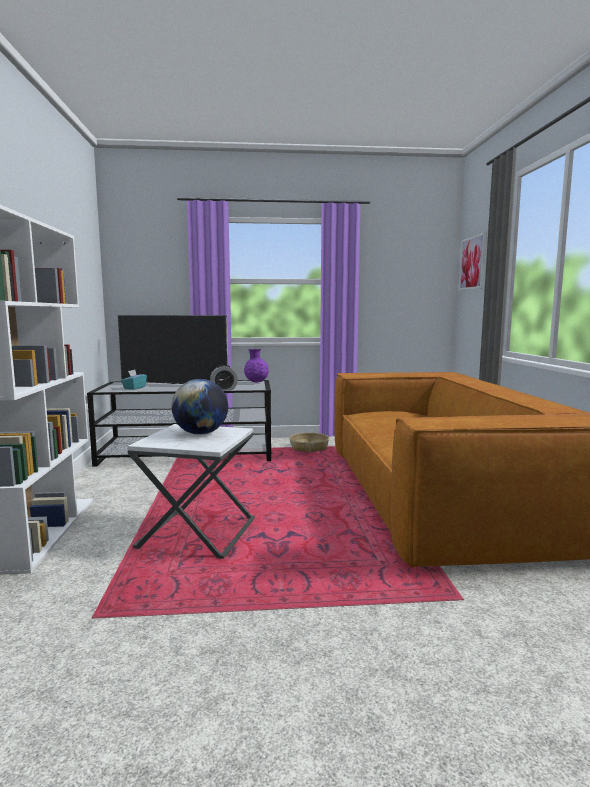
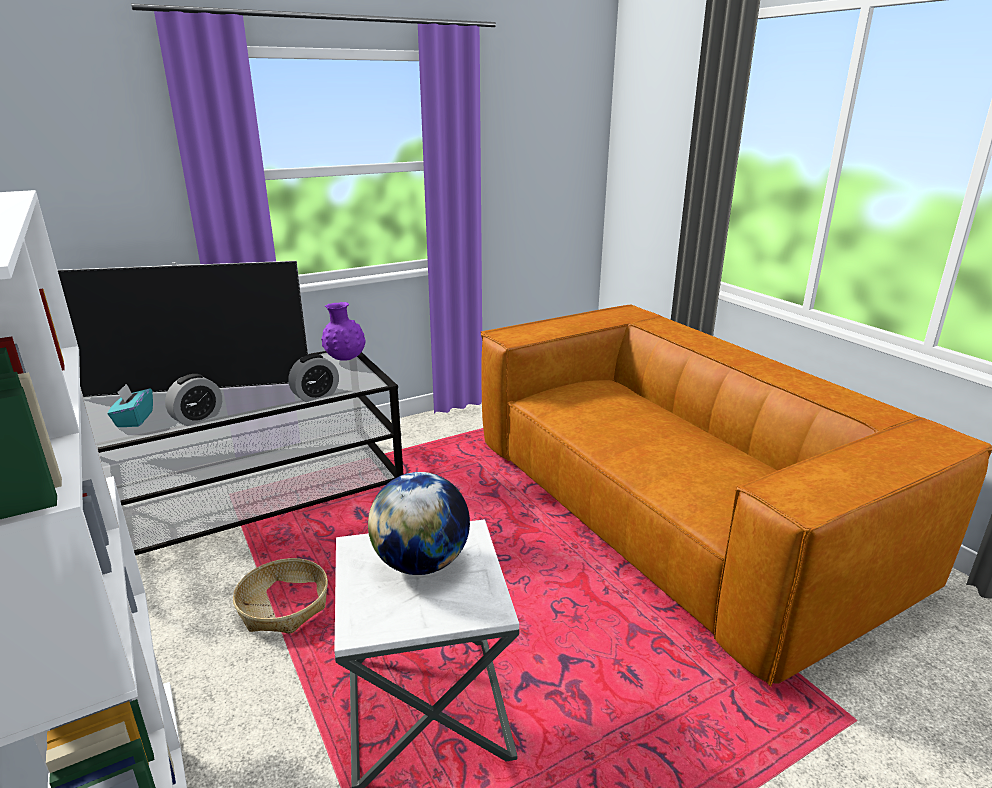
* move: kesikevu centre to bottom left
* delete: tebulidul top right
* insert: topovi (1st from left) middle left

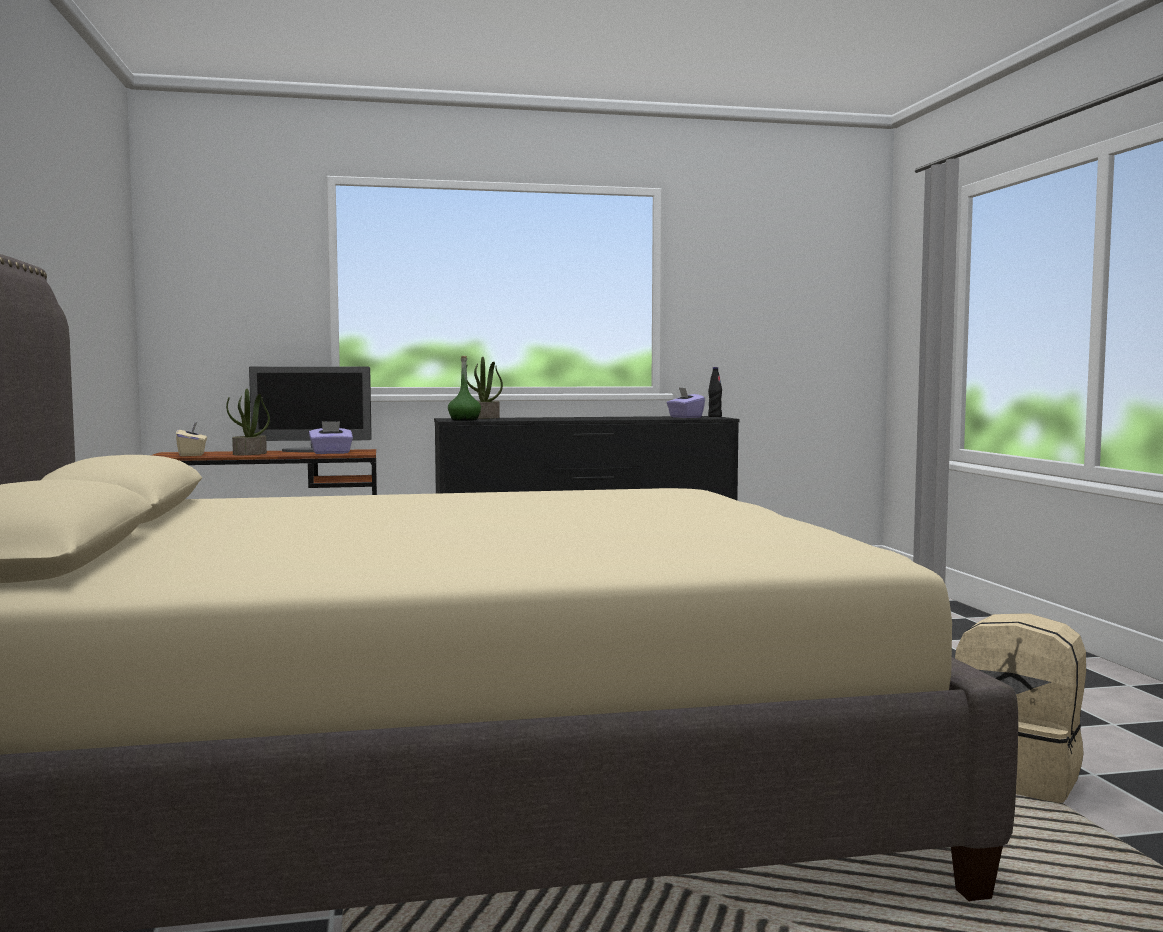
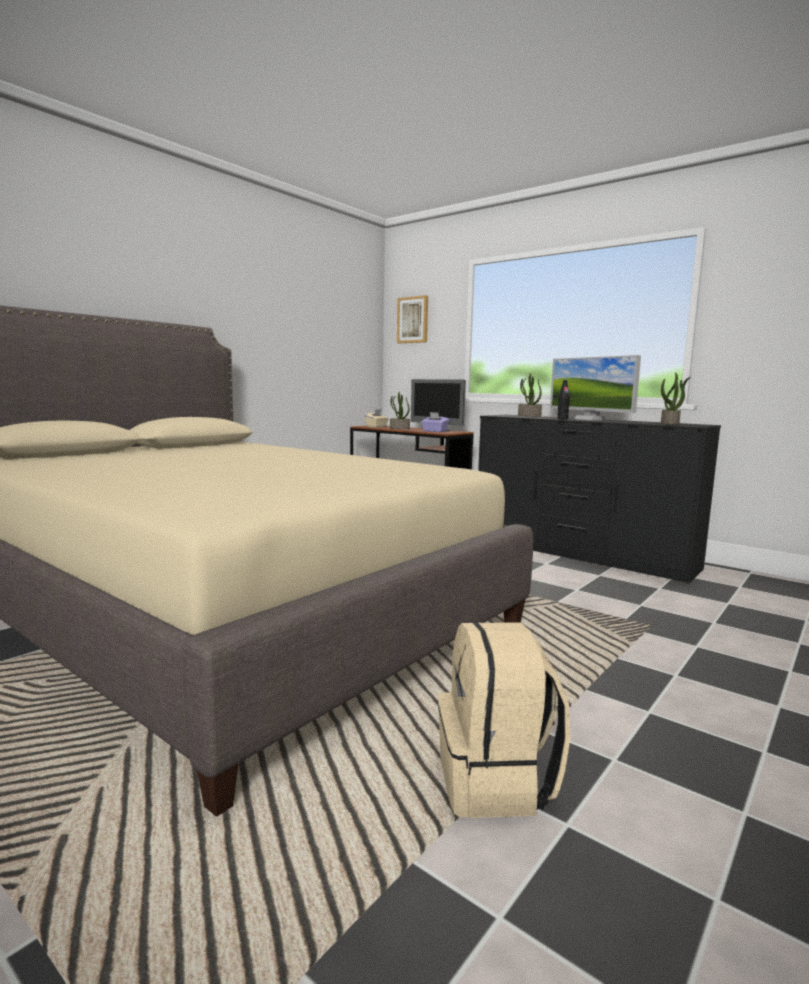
* delete: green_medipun centre
* replace: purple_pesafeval (2nd from left) centre to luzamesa (3rd from left) middle right
* move: black_medipun centre to middle right
* insert: tebulidul top centre
* insert: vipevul (2nd from left) middle right

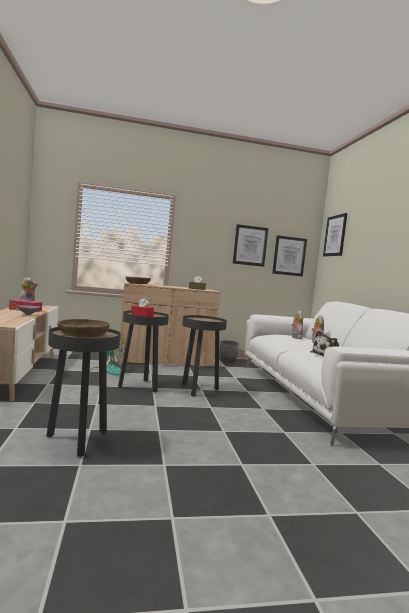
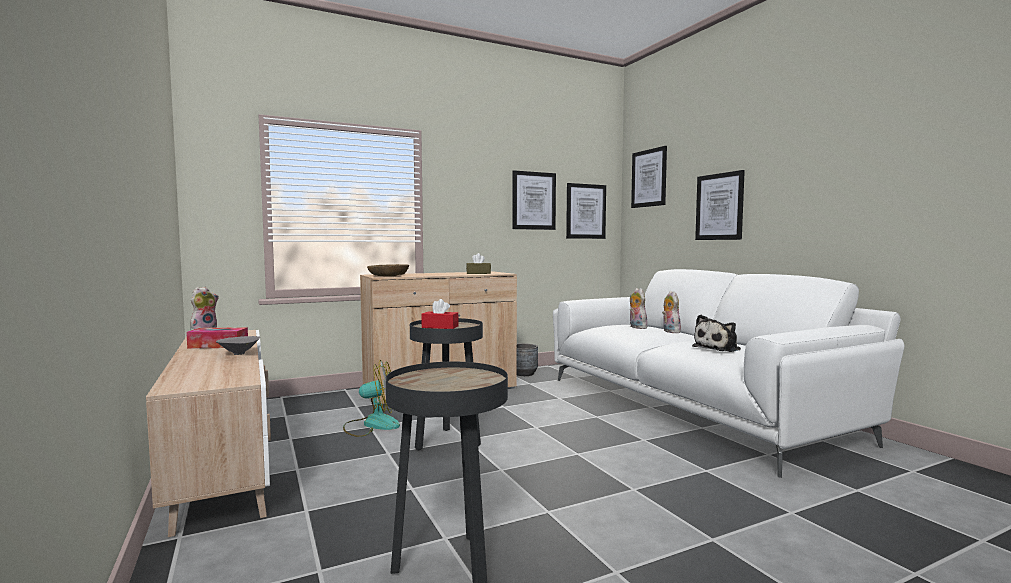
* delete: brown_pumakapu (1st from left) middle left
* delete: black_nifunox (3rd from left) centre
* insert: tebulidul (4th from left) middle right

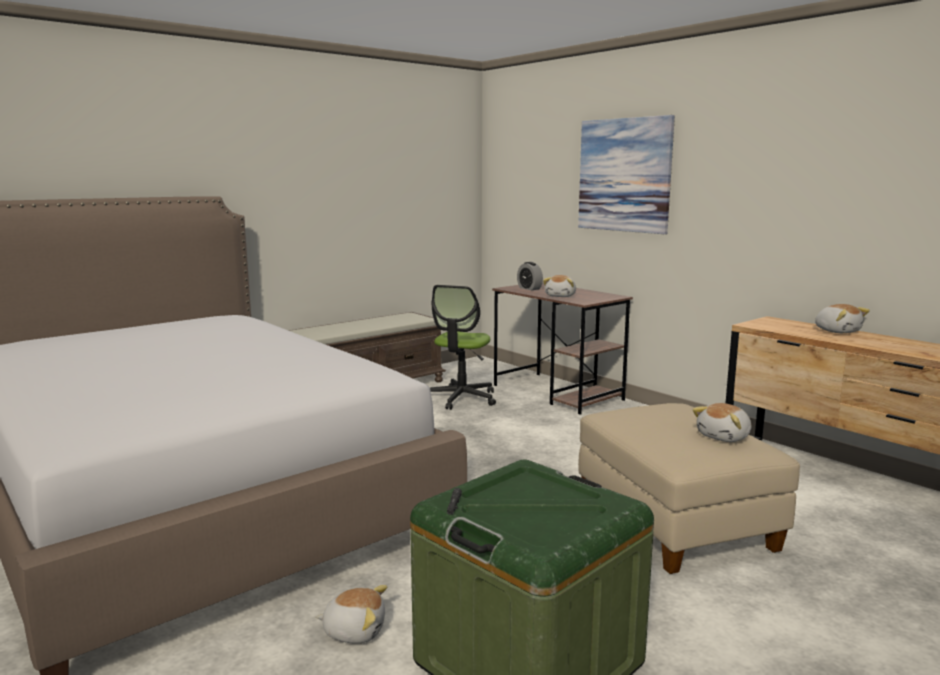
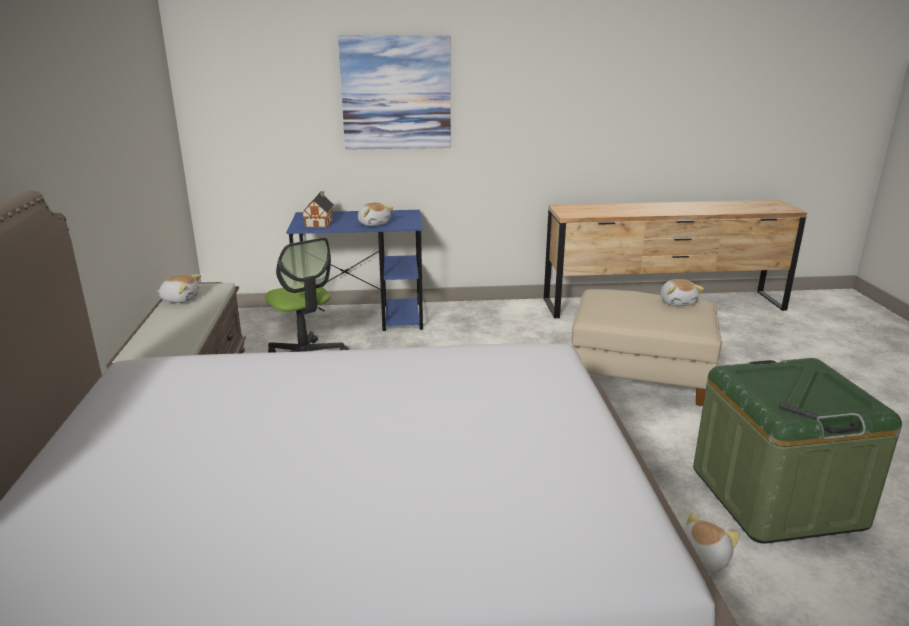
* recolor: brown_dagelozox centre to blue_dagelozox centre
* replace: topovi centre to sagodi centre
* move: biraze (4th from left in the first image) middle right to biraze (1st from left) middle left

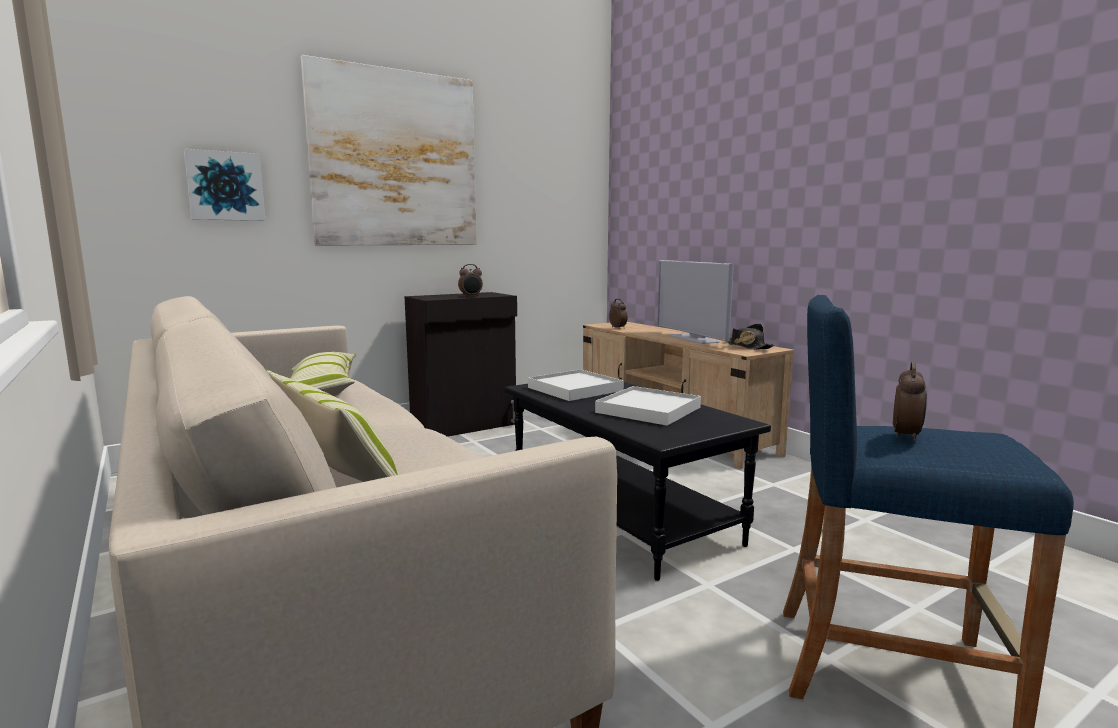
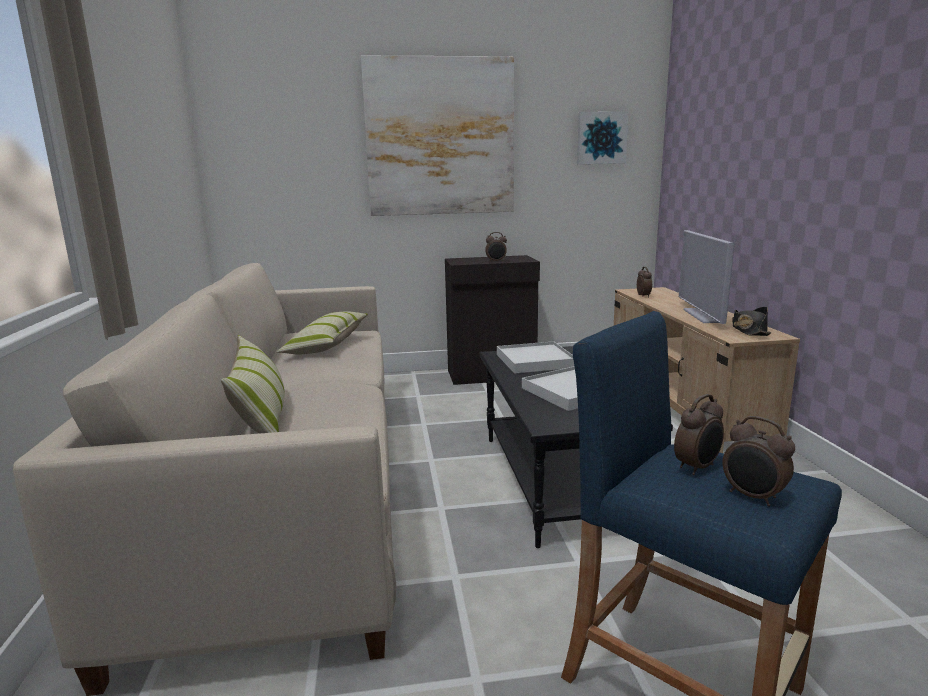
* move: tebulidul (1st from left in the first image) top left to tebulidul (2nd from left) top centre
* insert: topovi (4th from left) middle right

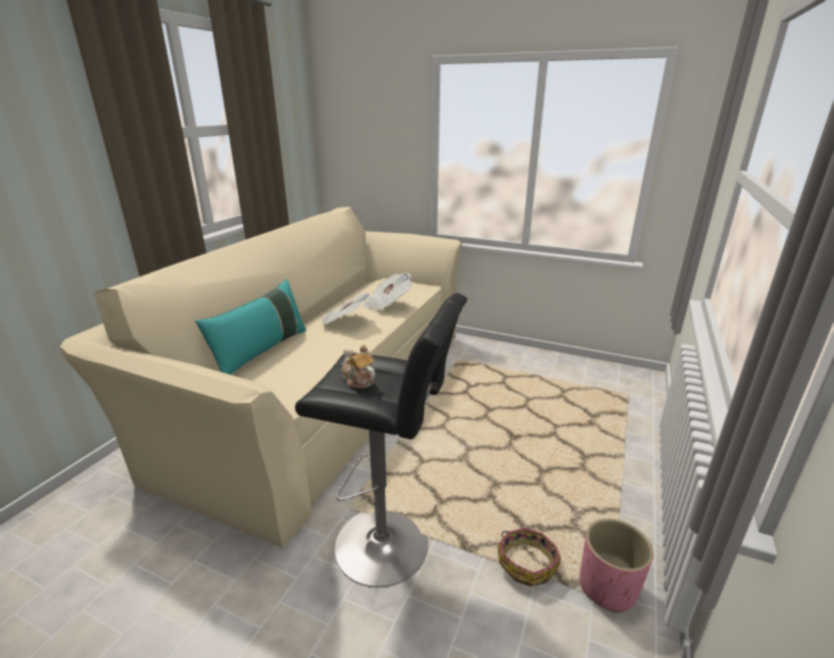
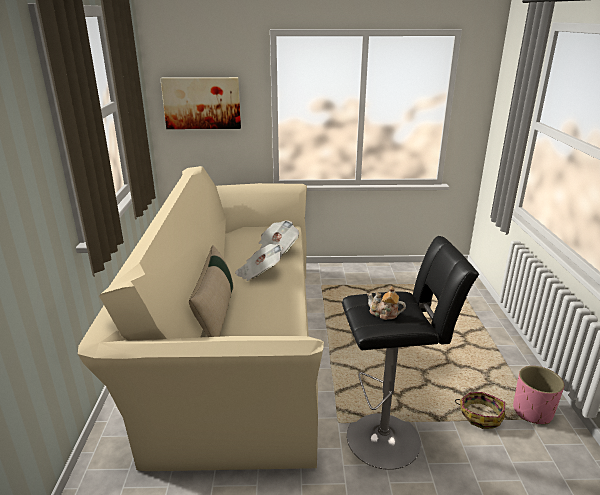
* recolor: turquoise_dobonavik middle left to beige_dobonavik centre
* insert: tebulidul top centre

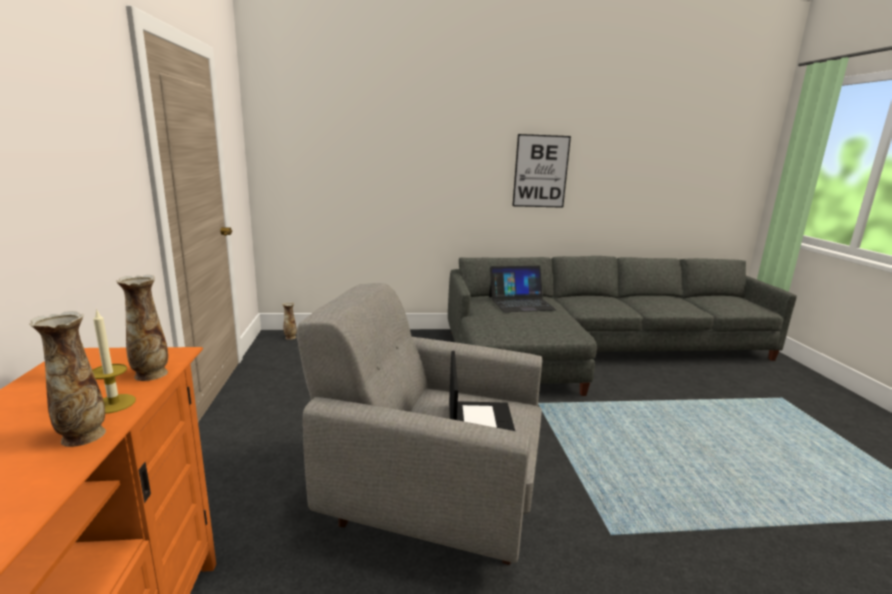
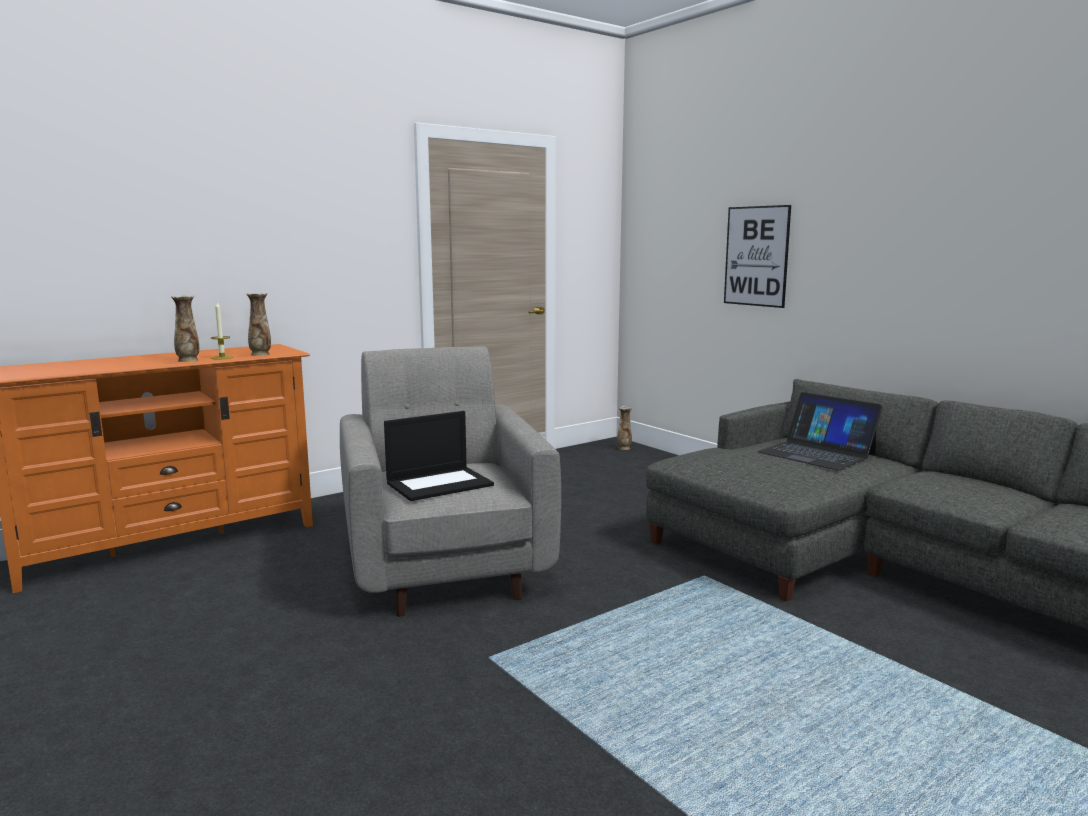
* move: tebulidul top centre to top right

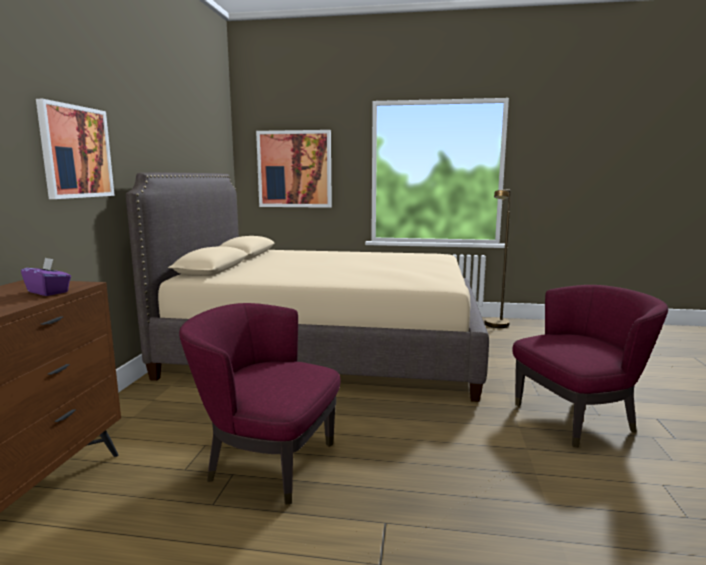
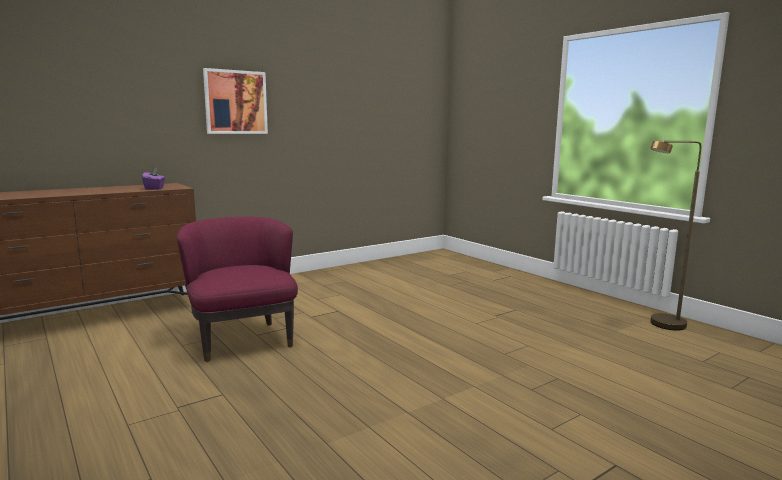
* delete: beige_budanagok centre
* delete: tebulidul (2nd from left) top centre
* delete: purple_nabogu (2nd from left) middle right

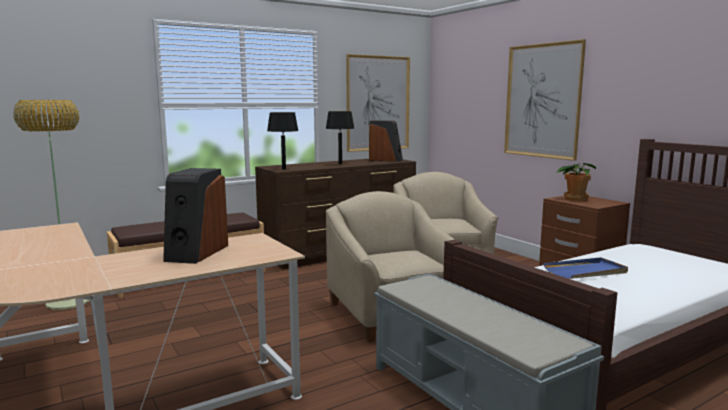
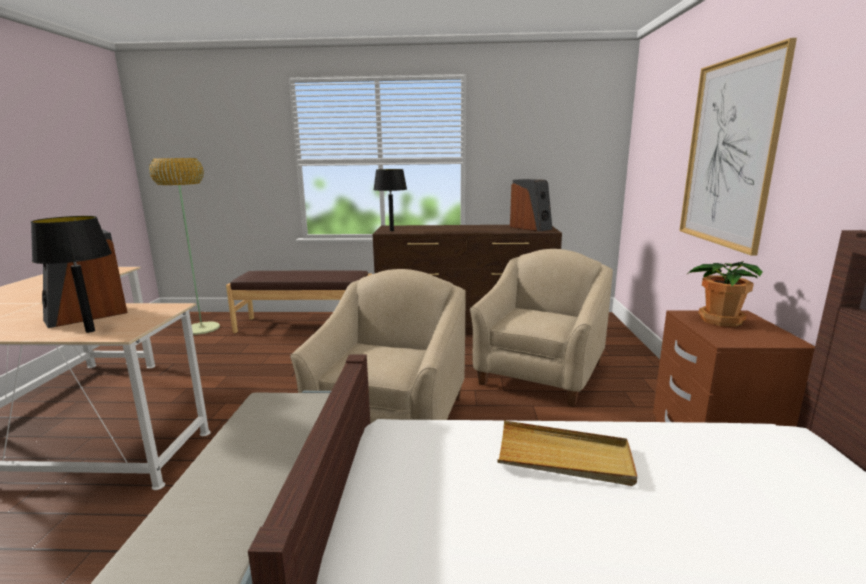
* move: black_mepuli (2nd from left in the first image) centre to black_mepuli (1st from left) middle left
* delete: tebulidul (1st from left) top centre
* recolor: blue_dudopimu middle right to beige_dudopimu bottom centre

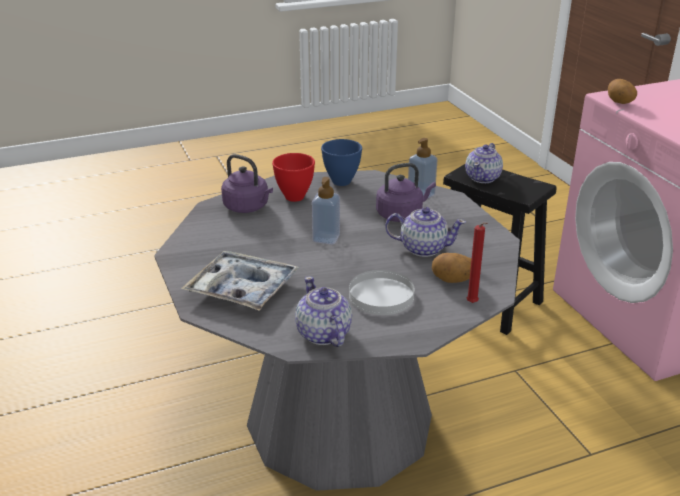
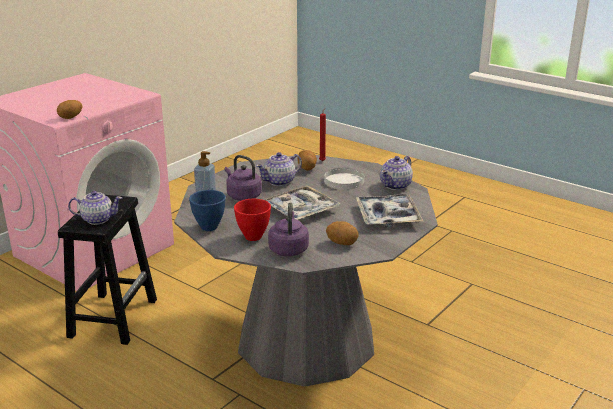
* replace: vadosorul (1st from left) centre to dudopimu (1st from left) centre
* rotate: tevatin (2nd from left) centre = centre 105 degrees counterclockwise
* insert: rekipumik (3rd from left) centre

